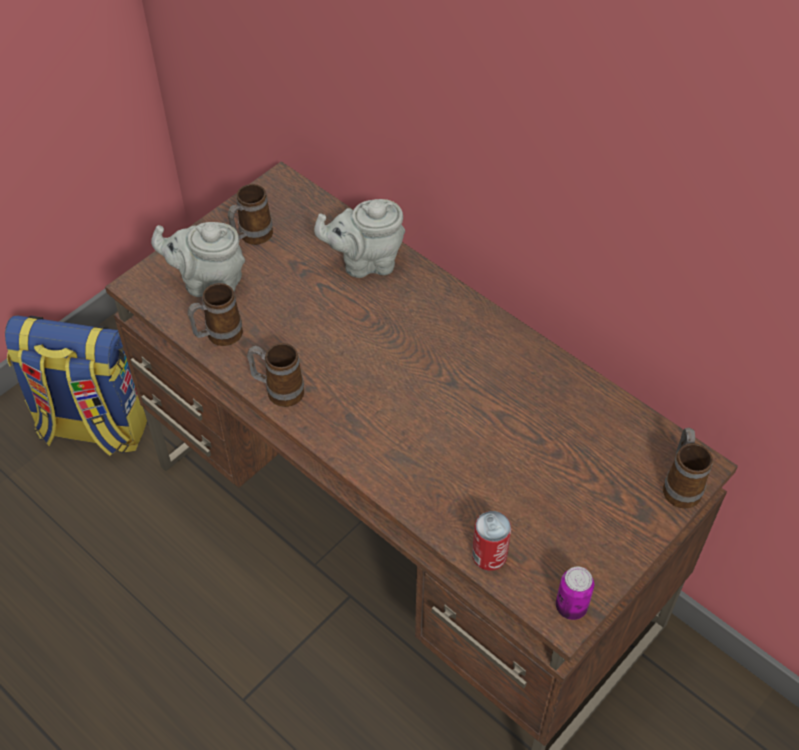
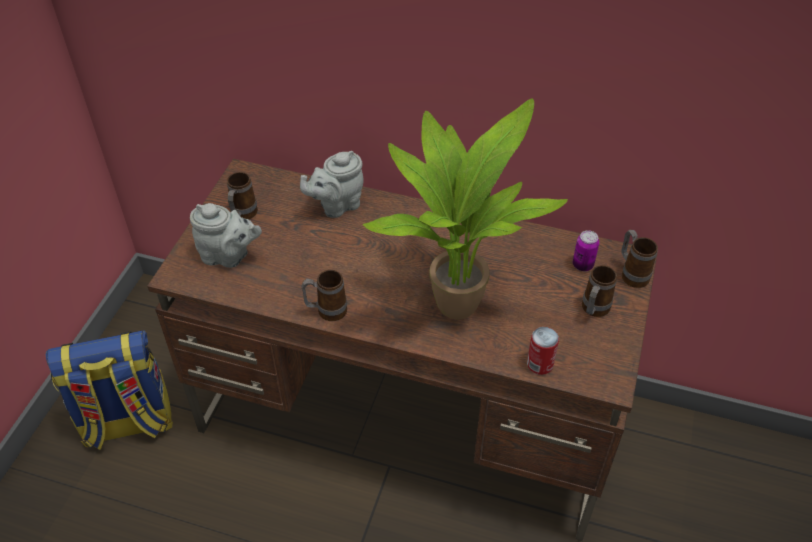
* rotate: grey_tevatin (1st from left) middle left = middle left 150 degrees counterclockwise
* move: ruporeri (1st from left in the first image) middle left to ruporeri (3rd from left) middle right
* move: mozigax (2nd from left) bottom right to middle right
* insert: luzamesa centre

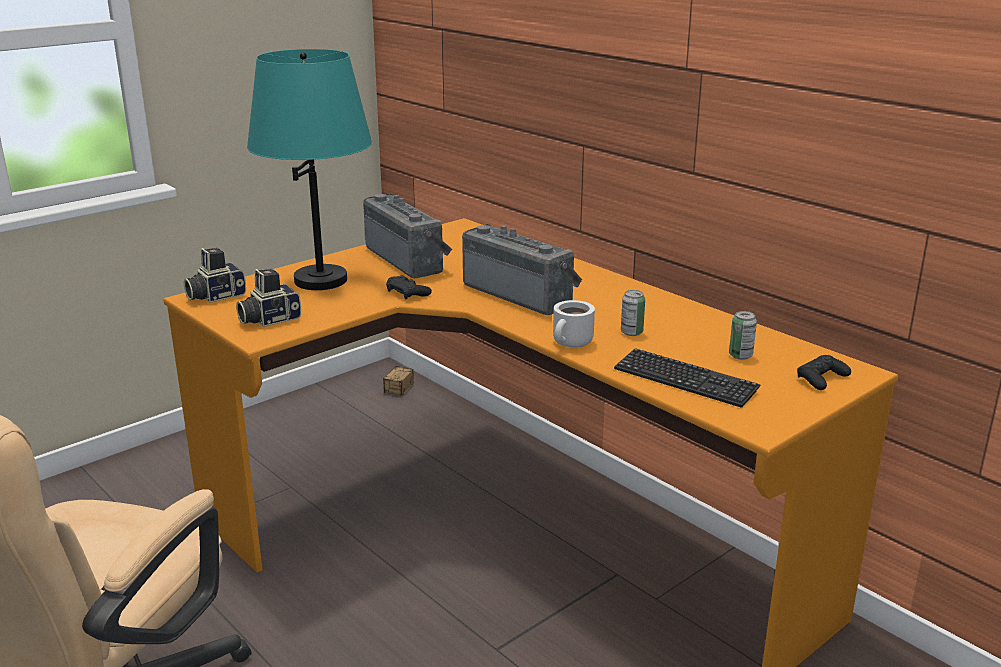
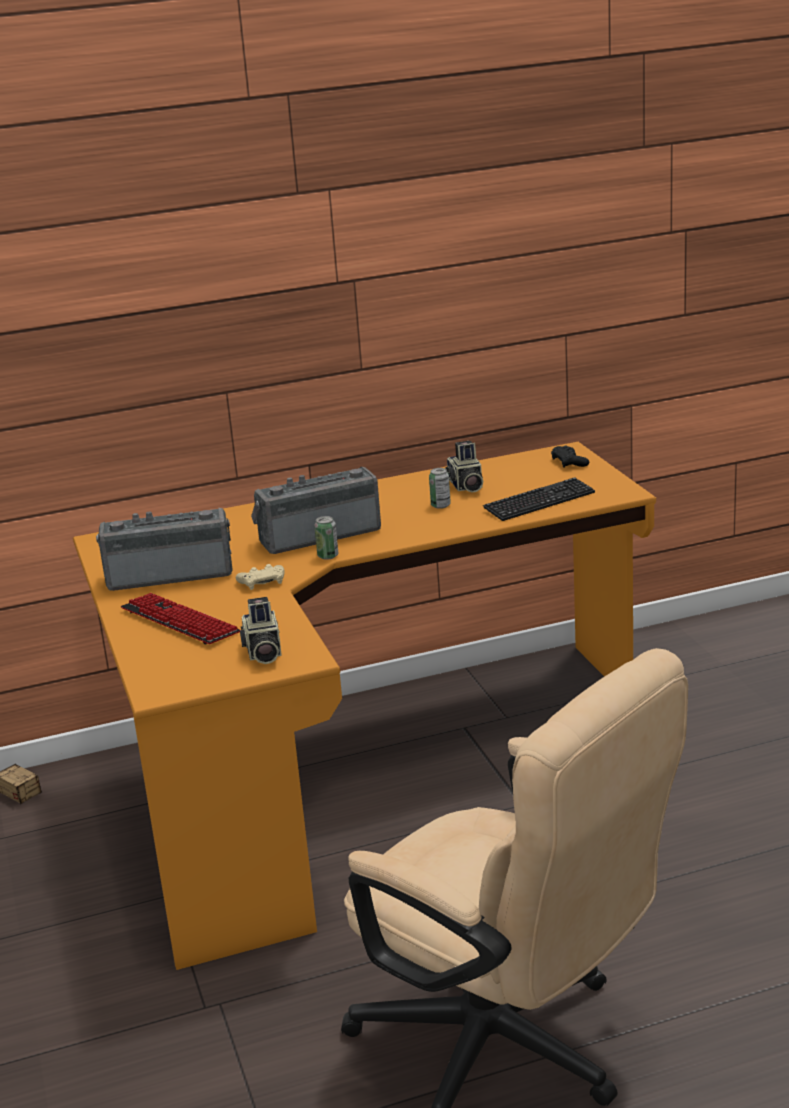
* move: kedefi (1st from left in the first image) middle left to kedefi (2nd from left) centre
* replace: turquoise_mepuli top left to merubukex (1st from left) middle left
* recolor: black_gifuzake (1st from left) centre to beige_gifuzake middle left
* delete: white_ruporeri centre
* move: mozigax (2nd from left in the first image) middle right to mozigax (1st from left) centre

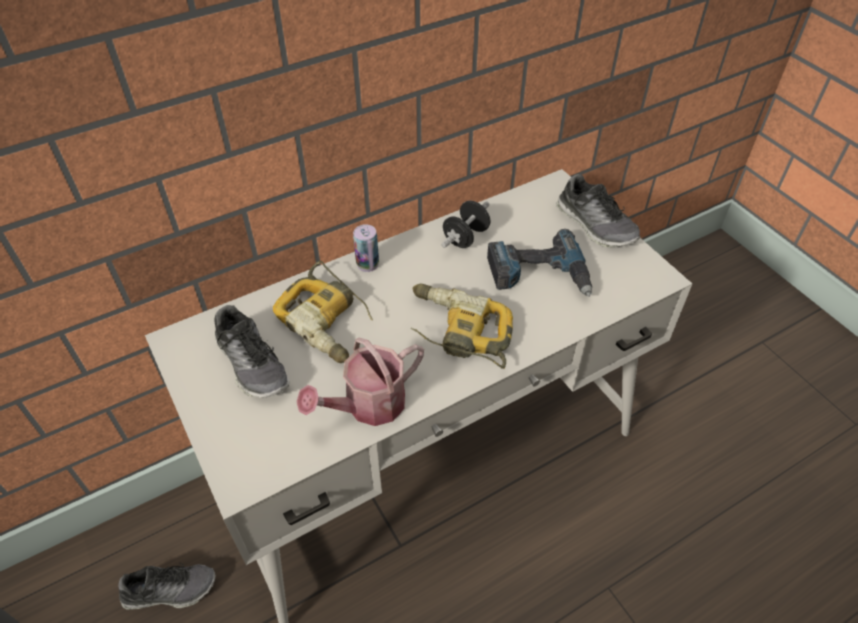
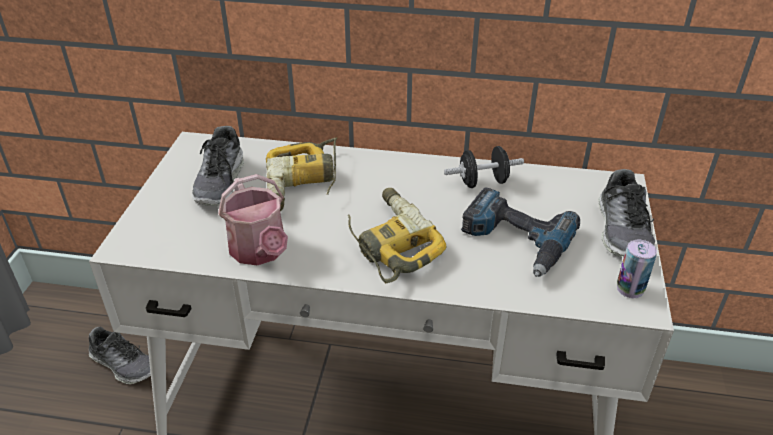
* rotate: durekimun centre = middle left 120 degrees counterclockwise
* move: mozigax centre to middle right

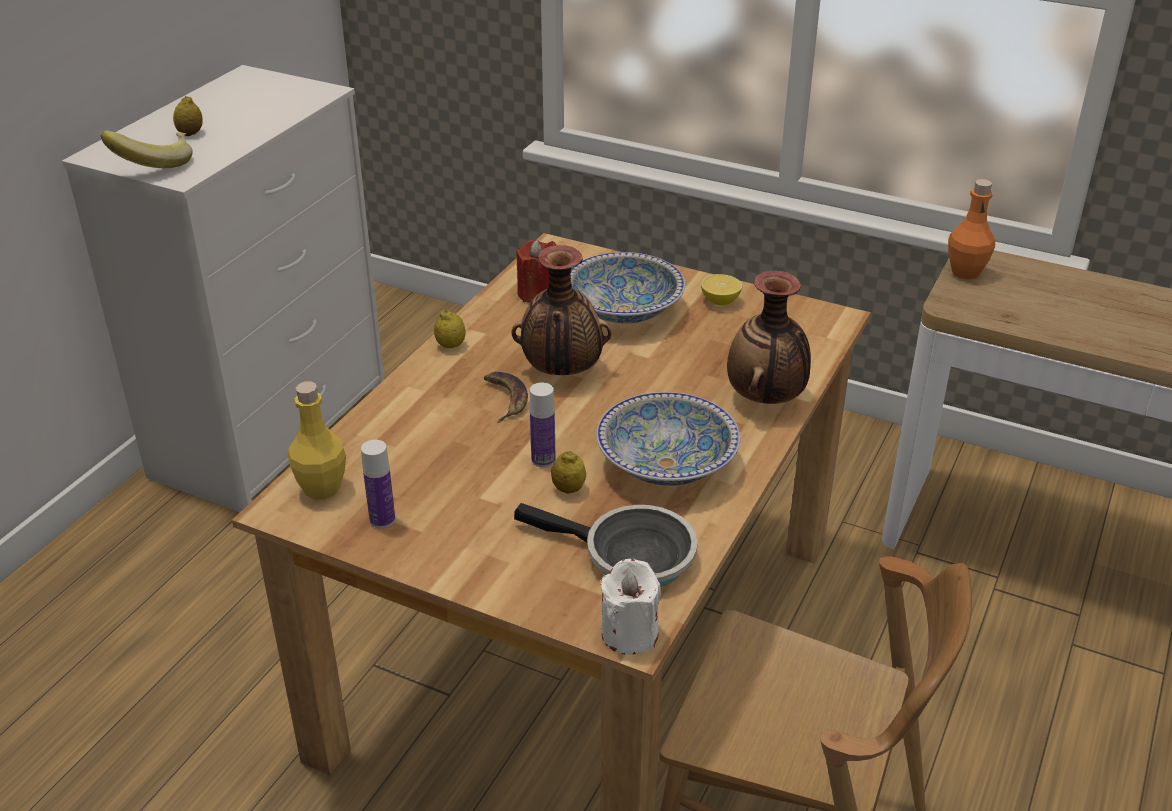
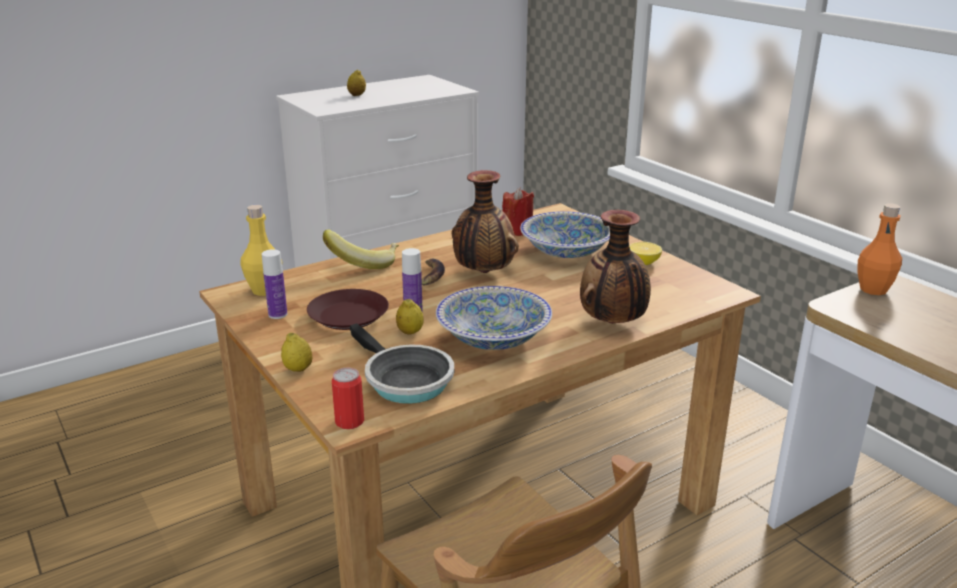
* move: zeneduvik (1st from left) top left to centre
* move: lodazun (2nd from left in the first image) centre to lodazun (1st from left) middle left
* replace: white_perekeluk bottom centre to mozigax bottom centre
* insert: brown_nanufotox centre

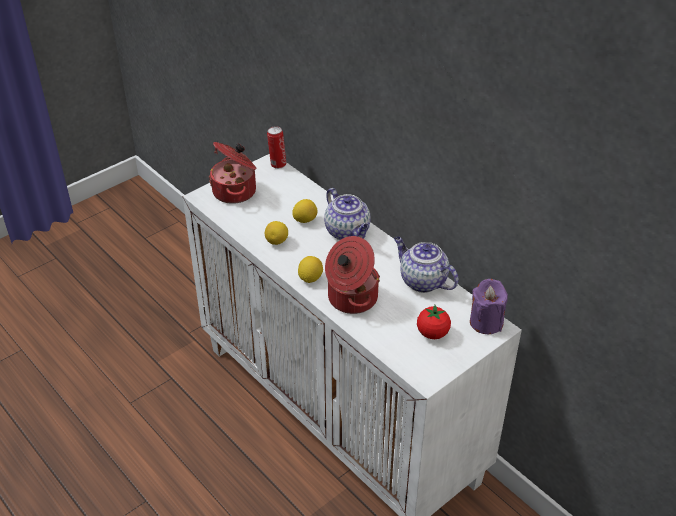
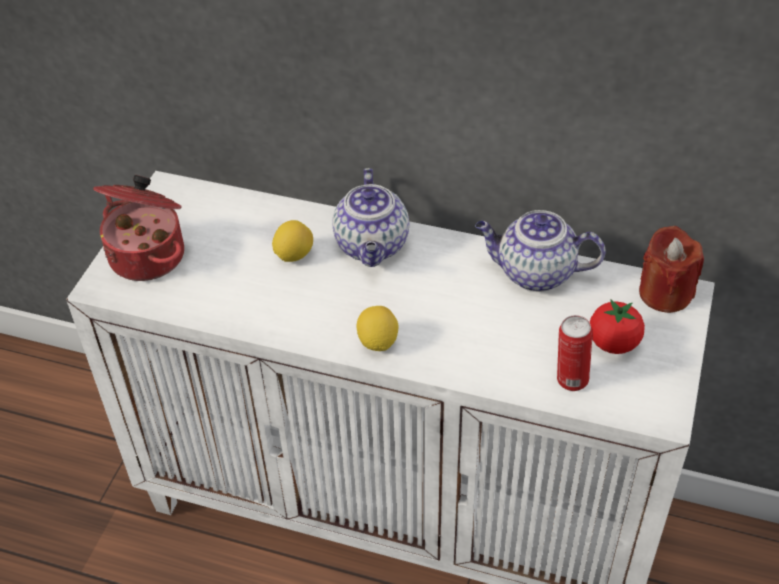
* delete: lodazun (1st from left) centre
* move: mozigax top centre to middle right
* rotate: tevatin (1st from left) centre = centre 60 degrees clockwise
* delete: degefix (2nd from left) centre
* recolor: purple_perekeluk middle right to red_perekeluk middle right

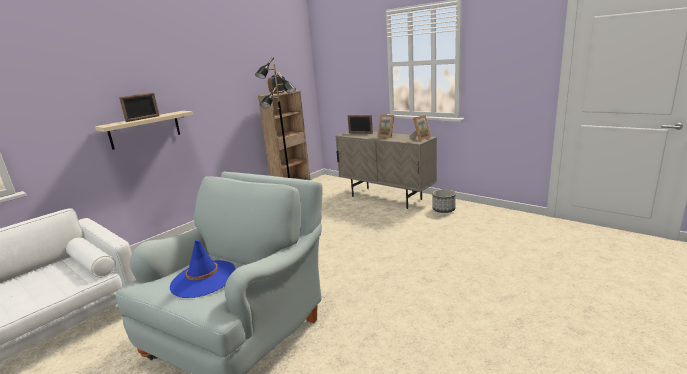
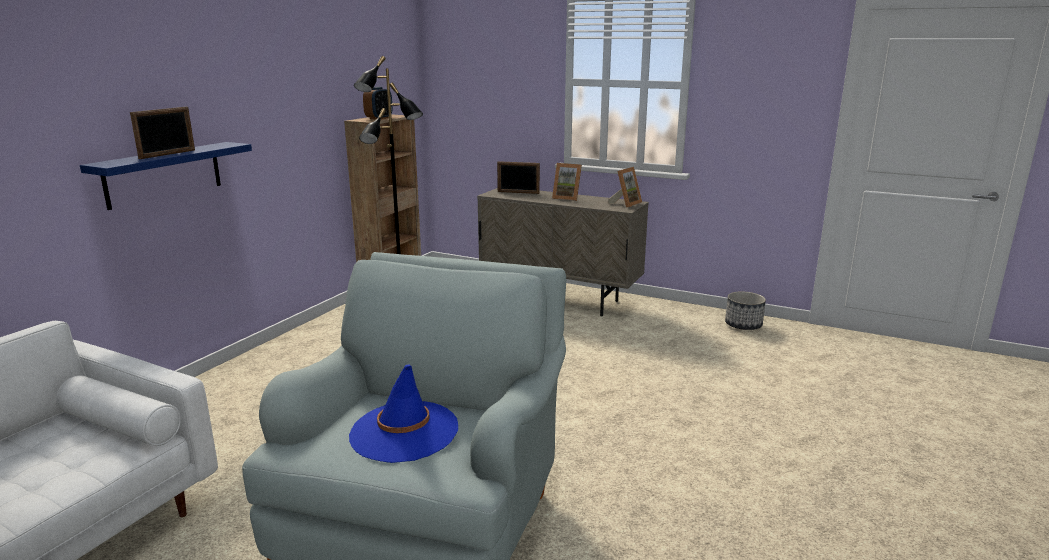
* recolor: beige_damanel middle left to blue_damanel top left
* move: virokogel centre to middle right

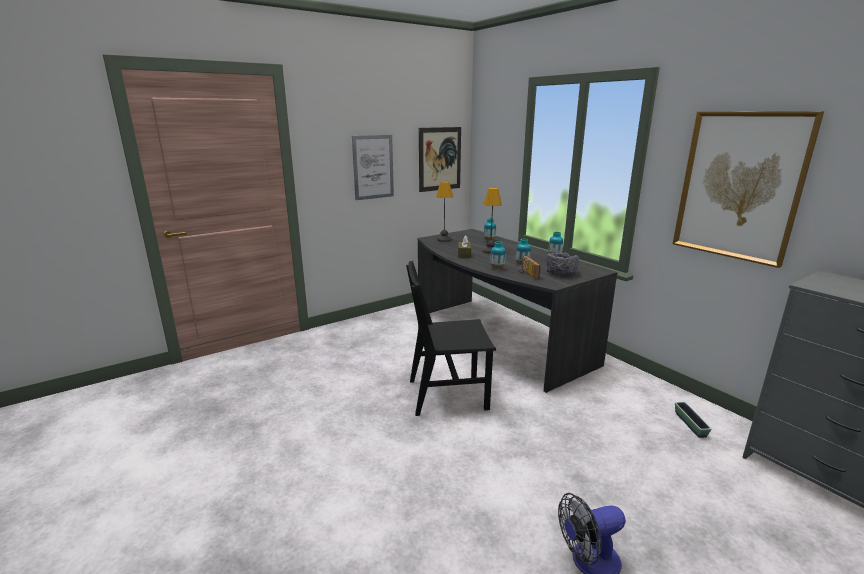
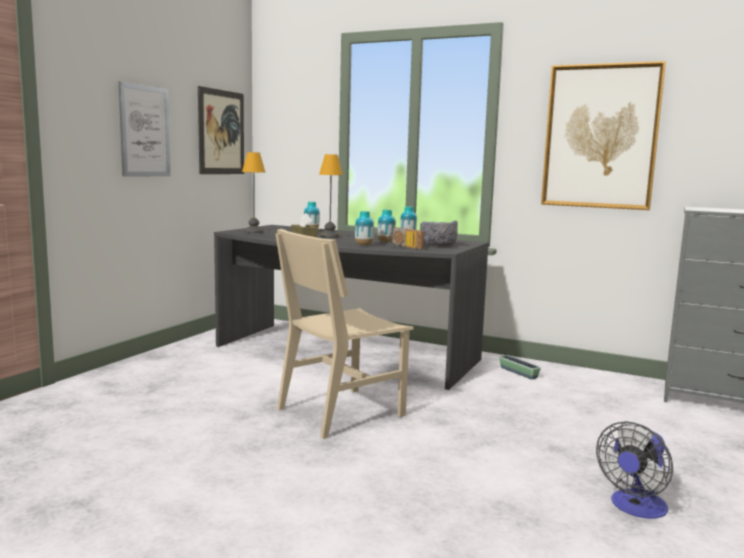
* recolor: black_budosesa centre to beige_budosesa centre
* move: virokogel bottom right to middle right

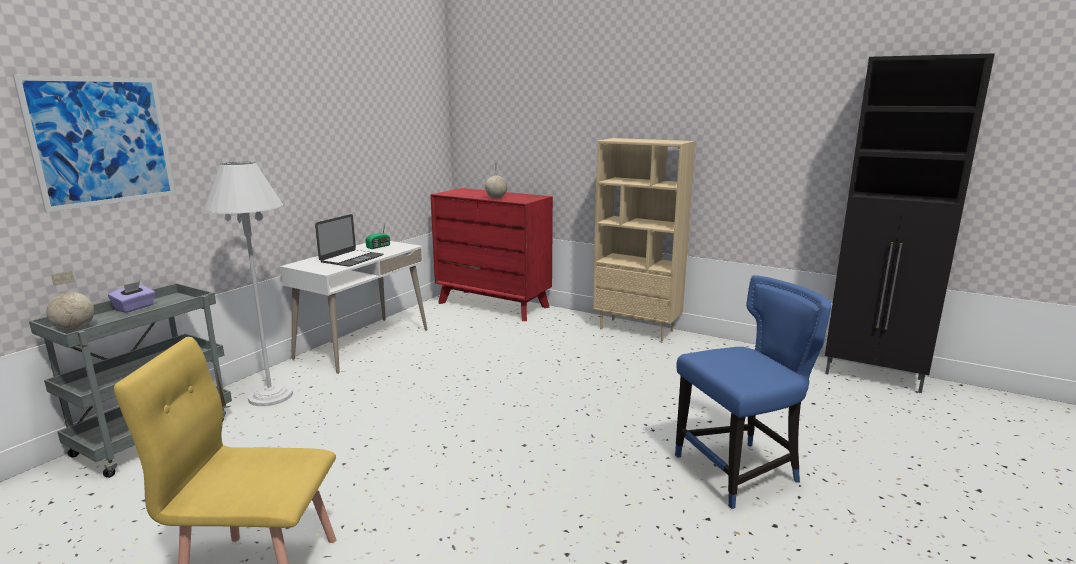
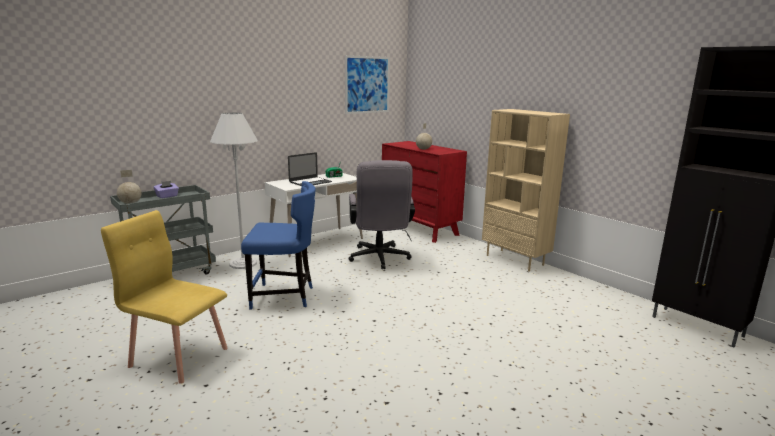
* move: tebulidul top left to top centre
* move: blue_budosesa bottom right to centre
* insert: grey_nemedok centre

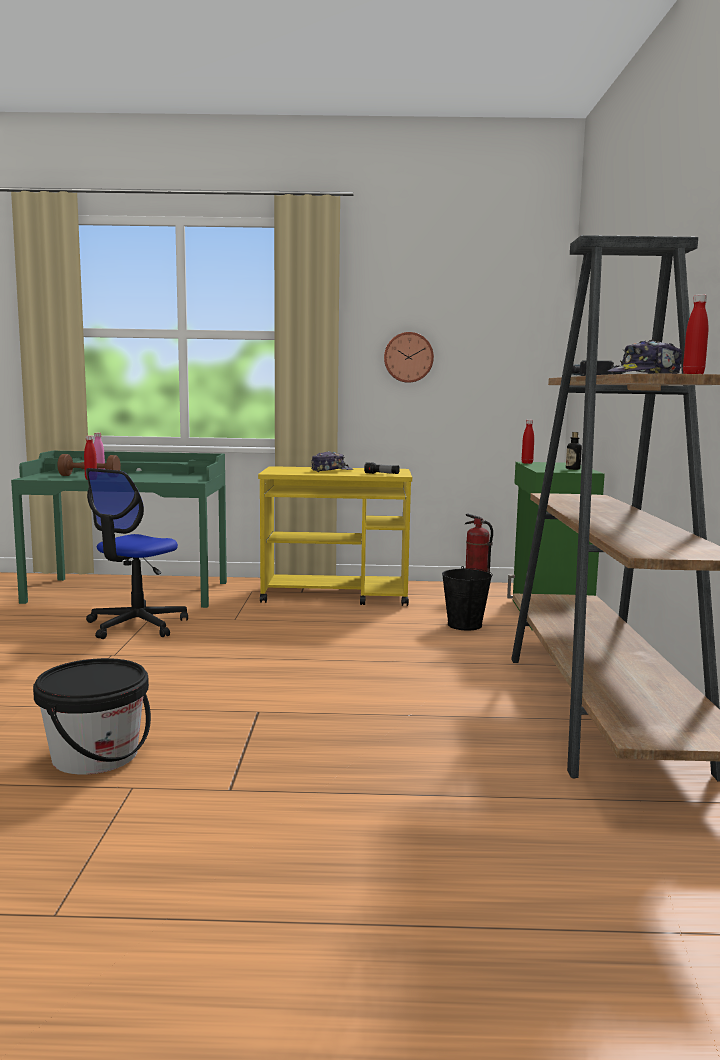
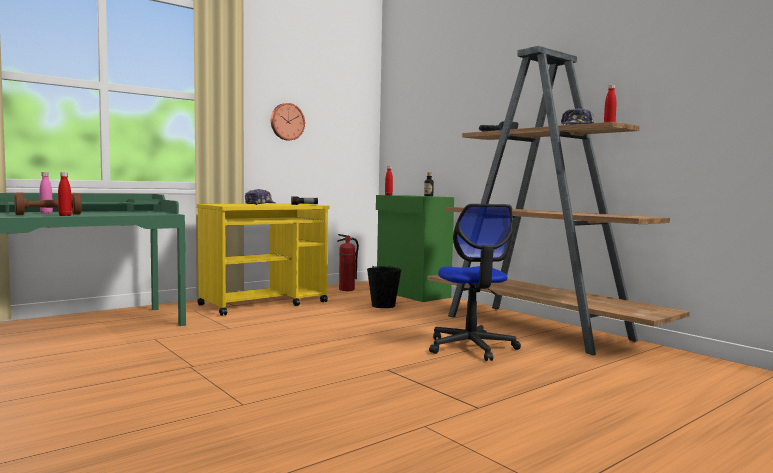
* delete: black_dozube (1st from left) bottom left
* move: nemedok middle left to centre

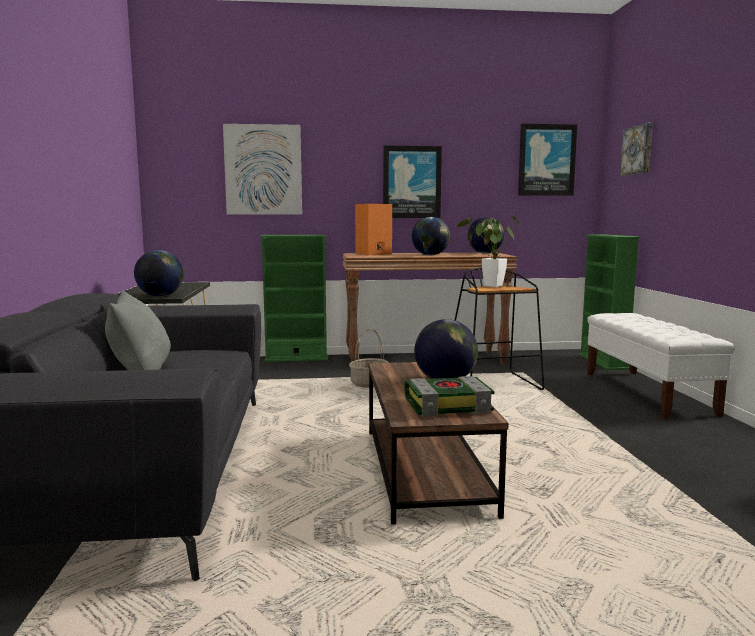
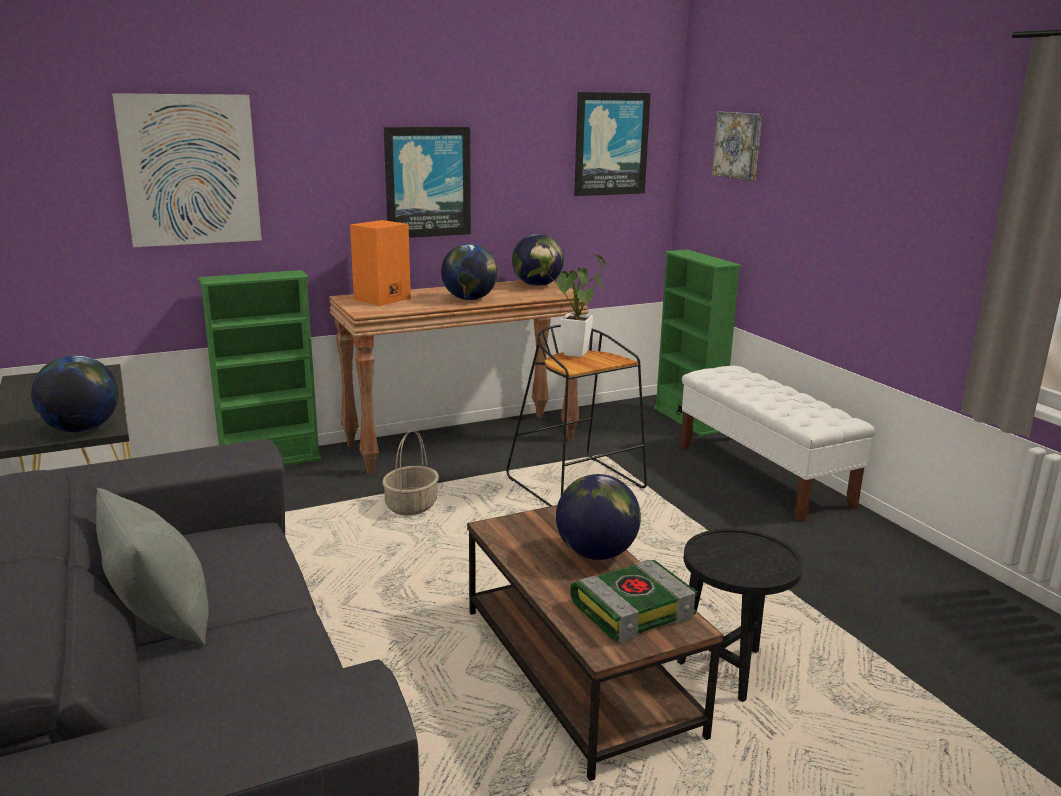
* insert: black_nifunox bottom right

